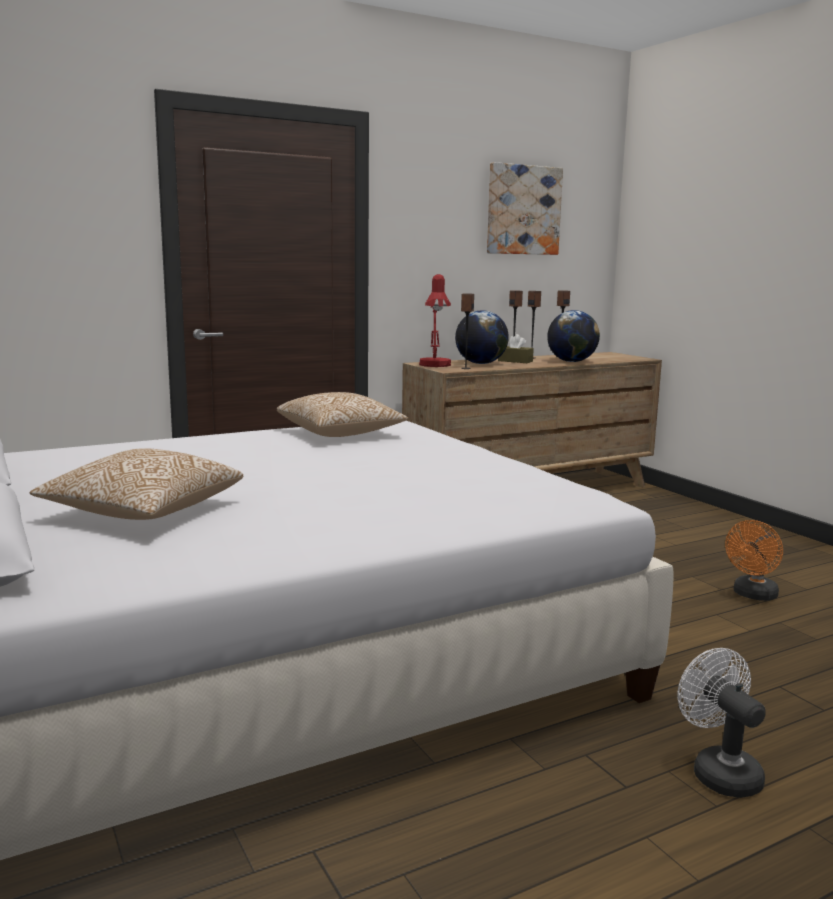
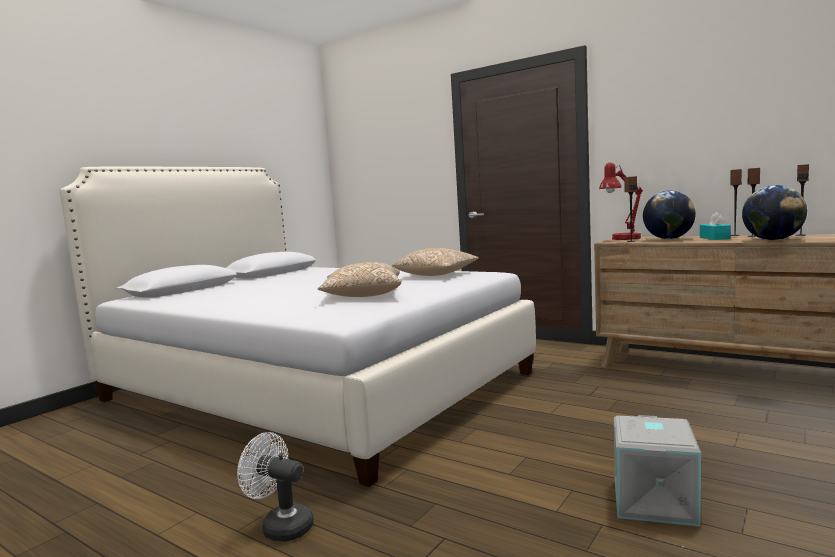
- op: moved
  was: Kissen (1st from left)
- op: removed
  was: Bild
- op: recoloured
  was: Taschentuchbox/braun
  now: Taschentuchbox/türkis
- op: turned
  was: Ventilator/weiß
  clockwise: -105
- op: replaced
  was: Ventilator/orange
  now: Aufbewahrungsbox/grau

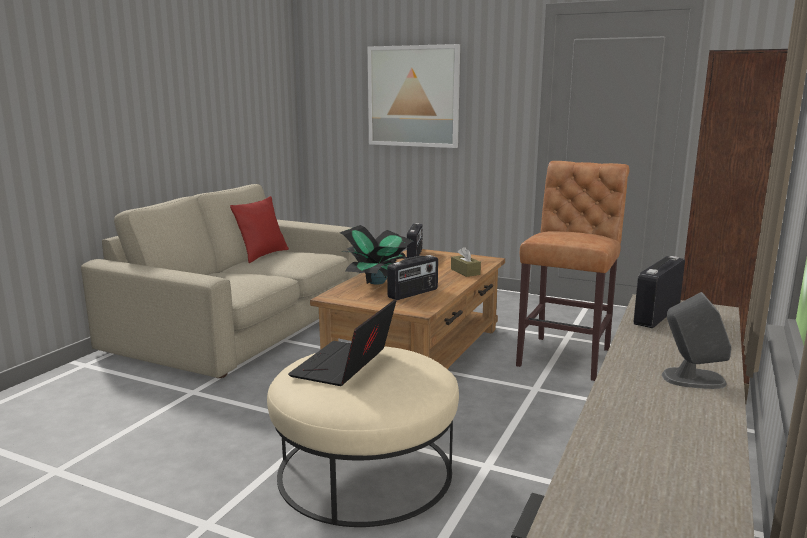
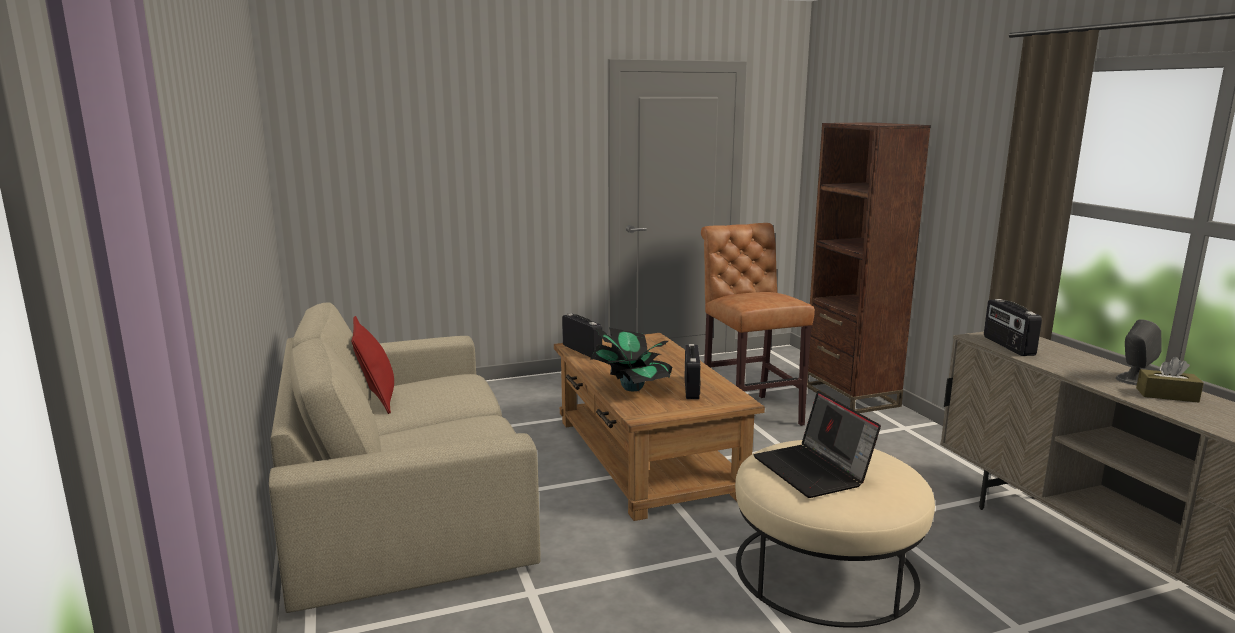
- op: removed
  was: Bild
- op: moved
  was: Taschentuchbox/braun

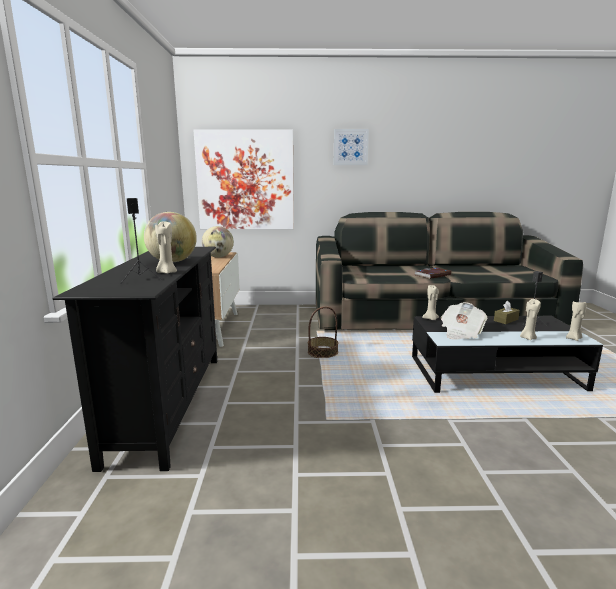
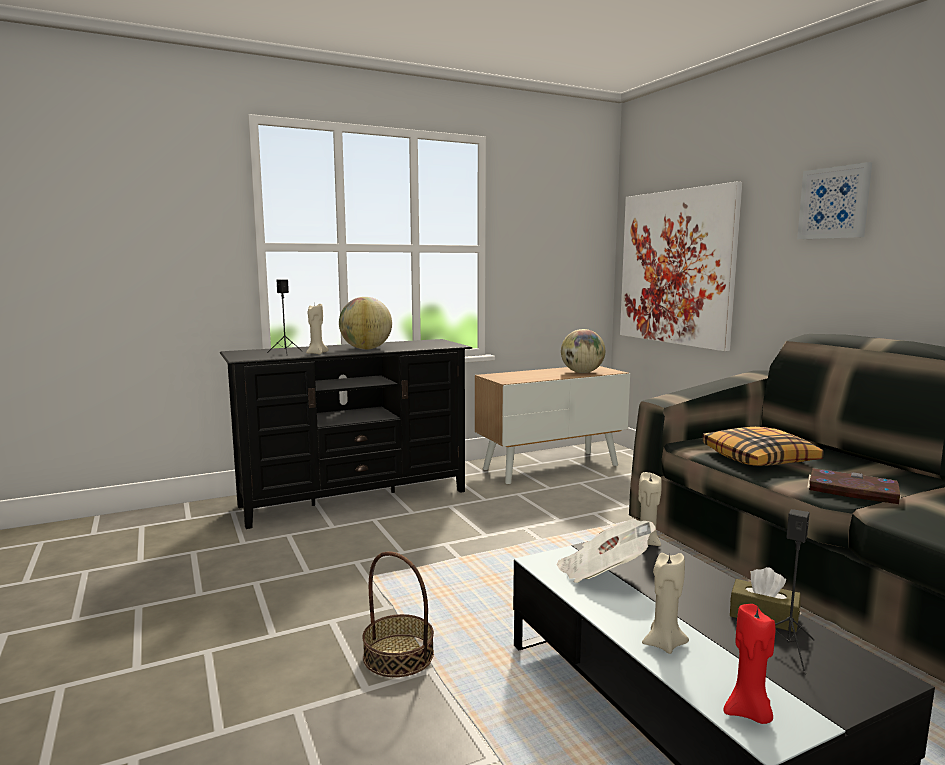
- op: moved
  was: Korb
- op: recoloured
  was: Kerze/beige (4th from left)
  now: Kerze/rot
- op: added
  now: Kissen

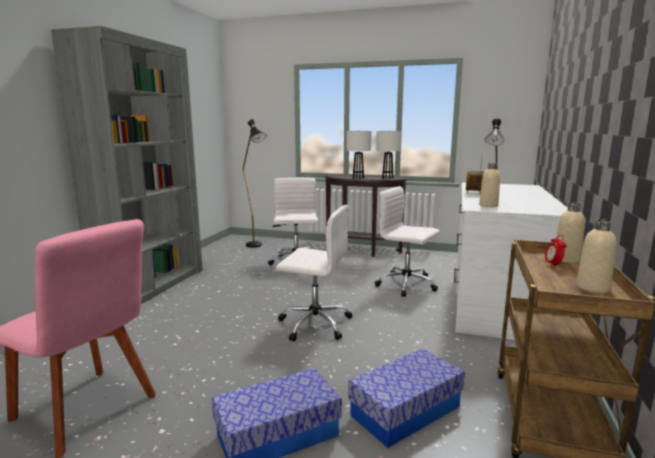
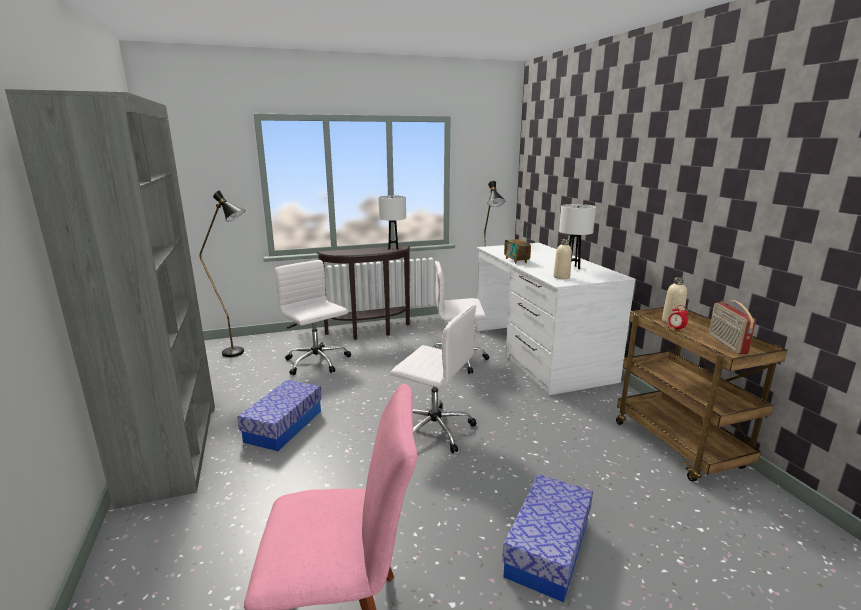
- op: turned
  was: Bürostuhl/weiß (2nd from left)
  clockwise: 45
- op: moved
  was: Tischlampe/weiß (1st from left in the first image)
  now: Tischlampe/weiß (2nd from left)
- op: moved
  was: Aufbewahrungsbox (2nd from left in the first image)
  now: Aufbewahrungsbox (1st from left)
- op: replaced
  was: Flasche/beige (3rd from left)
  now: Radio (2nd from left)

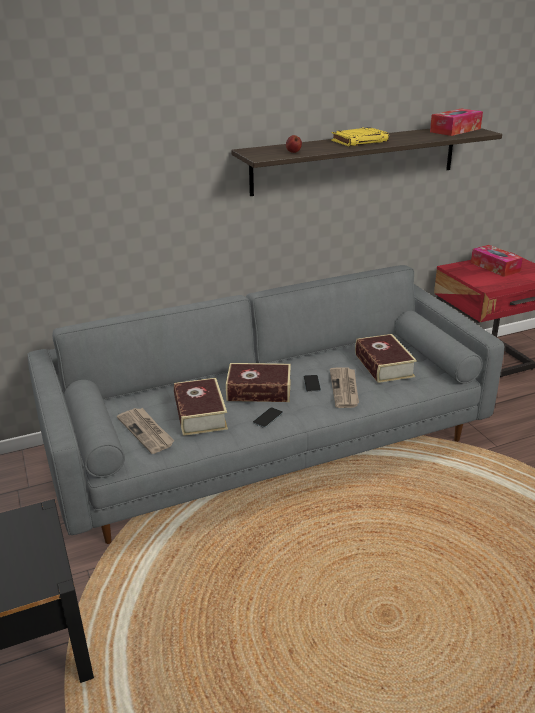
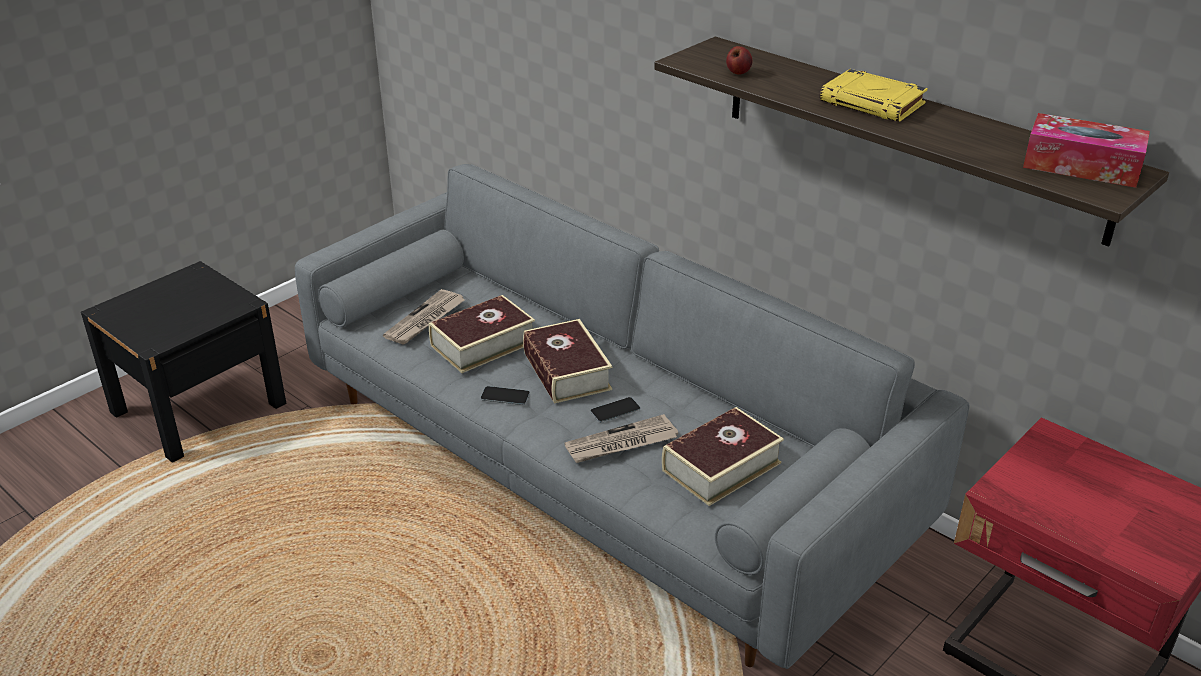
- op: removed
  was: Taschentuchbox (2nd from left)

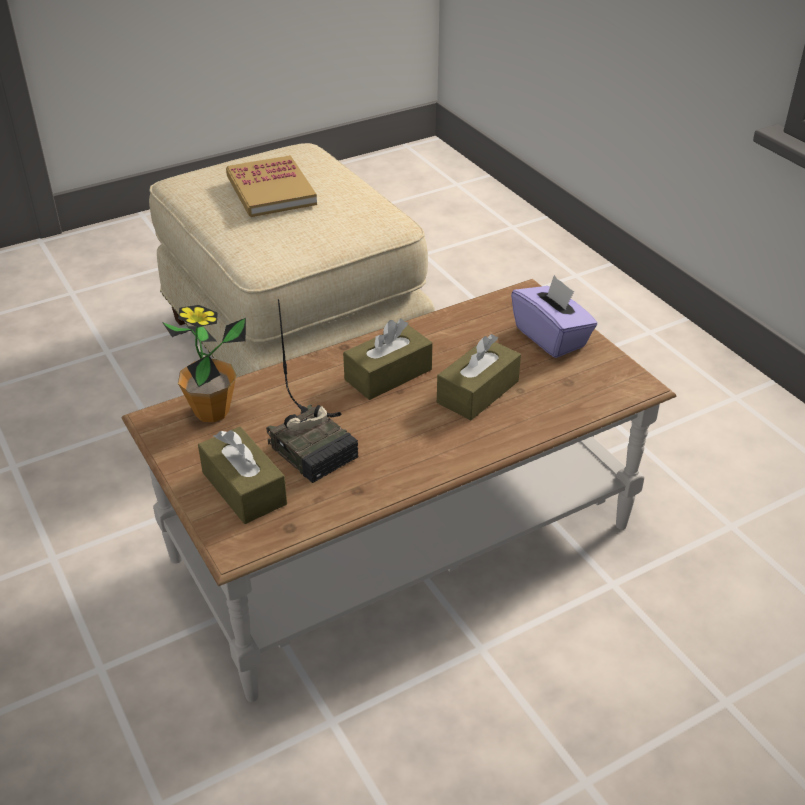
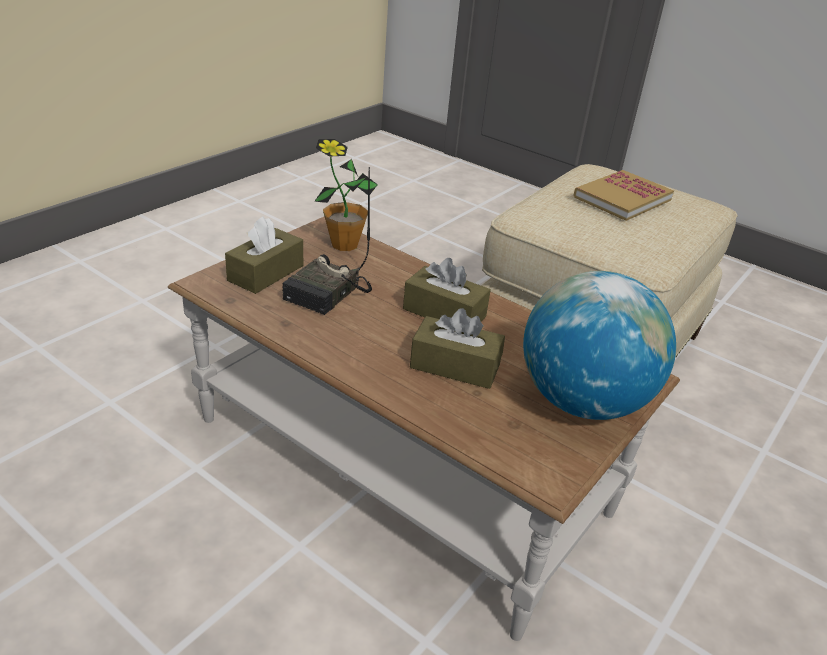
- op: replaced
  was: Taschentuchbox/lila
  now: Globus

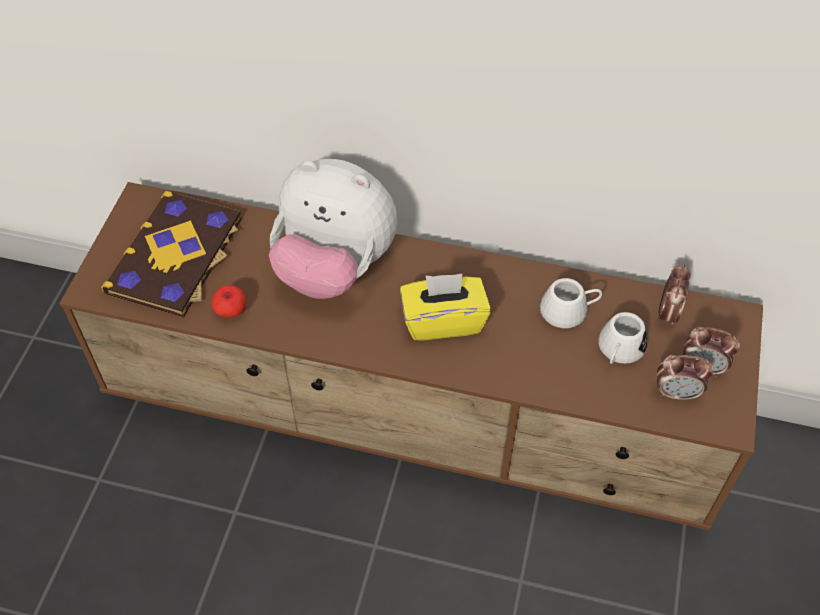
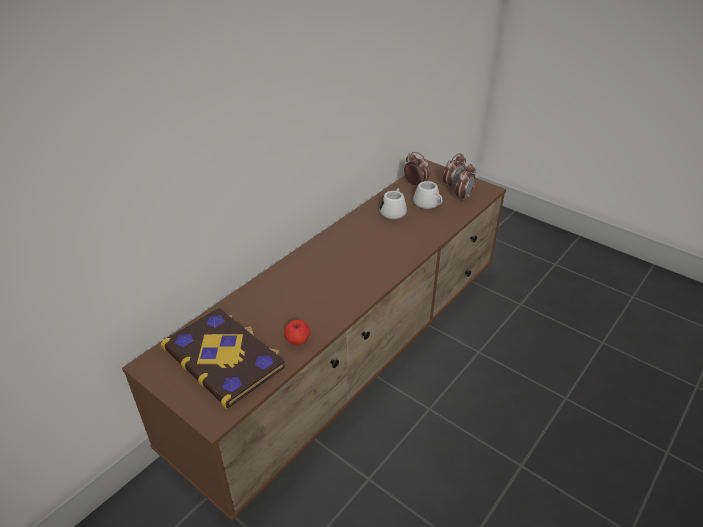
- op: removed
  was: Plüschtier
- op: removed
  was: Taschentuchbox/gelb

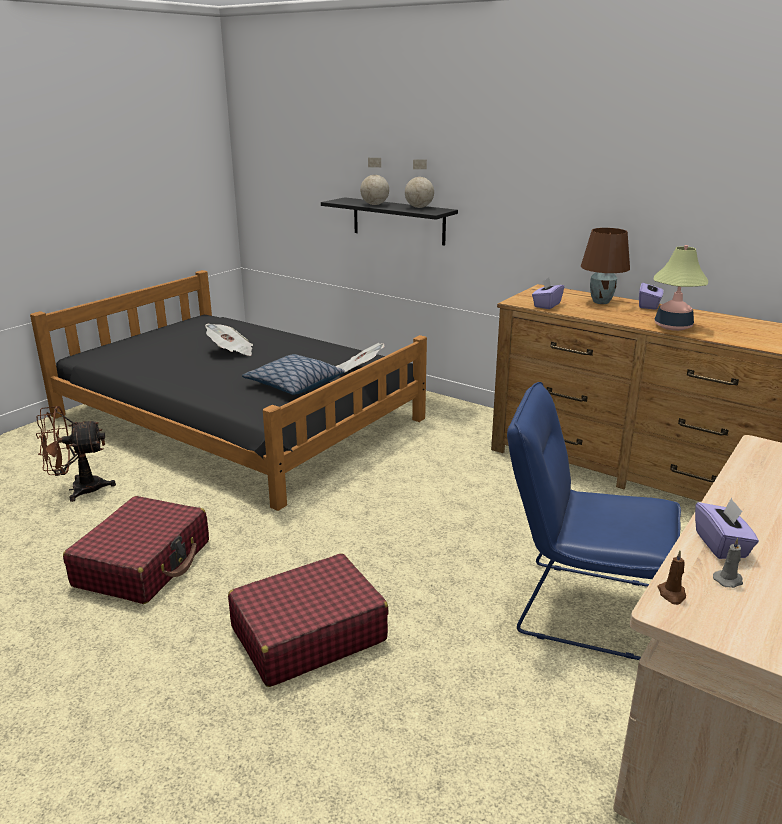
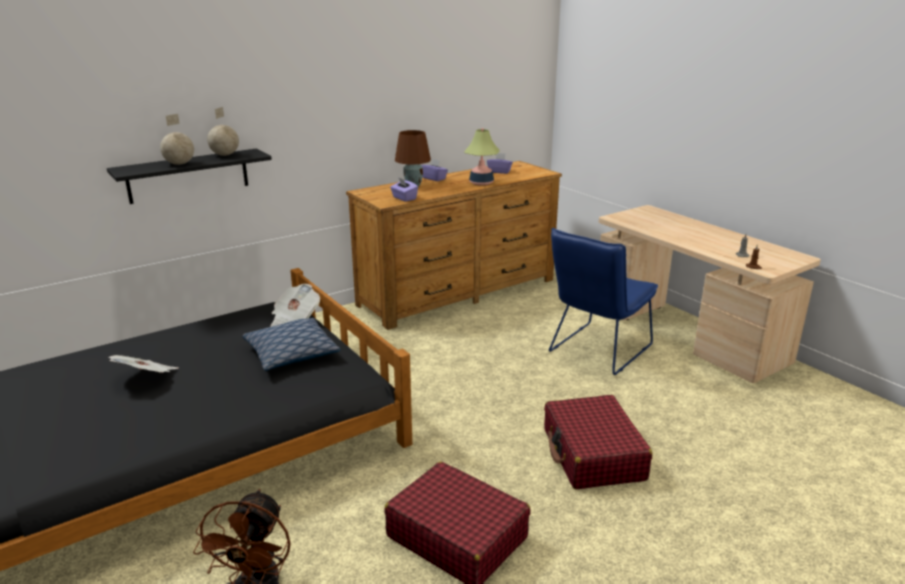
- op: moved
  was: Taschentuchbox/lila (3rd from left)

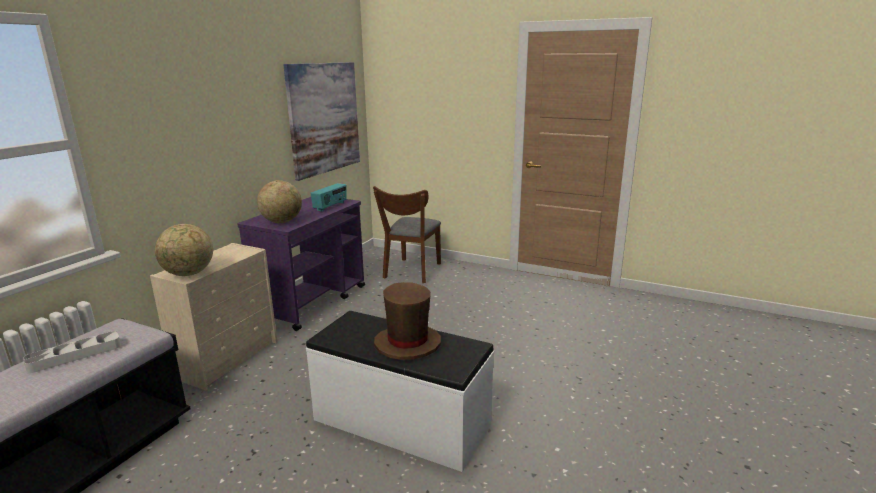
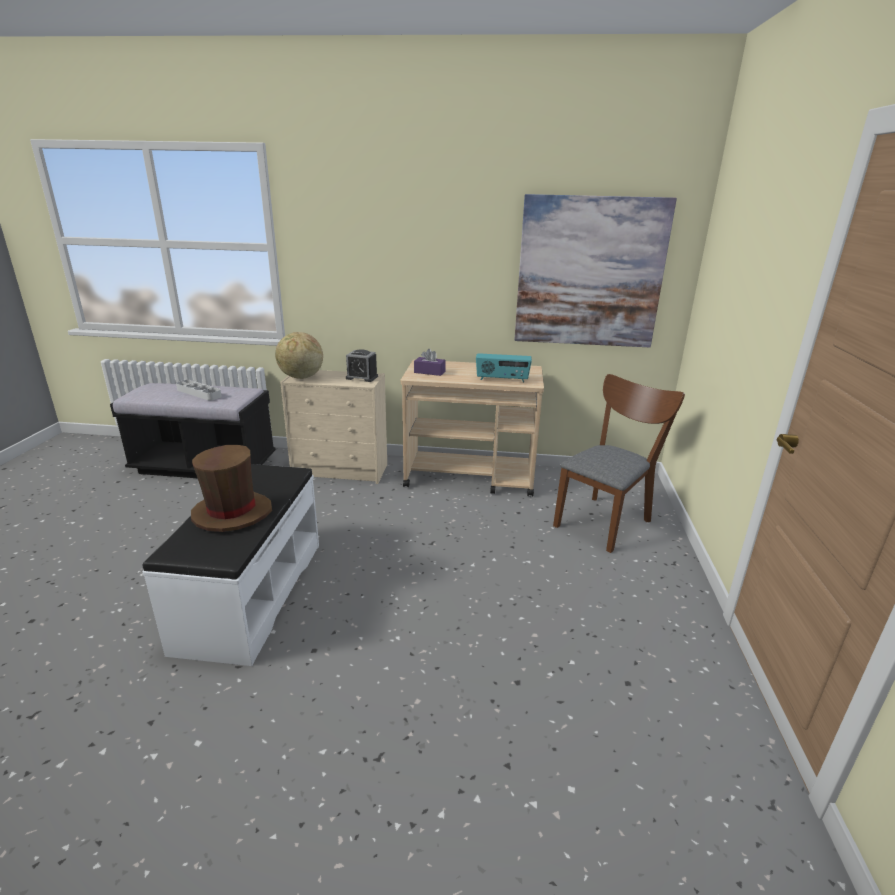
- op: recoloured
  was: Rollwagen/lila
  now: Rollwagen/beige
- op: replaced
  was: Globus (2nd from left)
  now: Taschentuchbox/lila
- op: turned
  was: Stuhl/braun
  clockwise: 135
- op: added
  now: Wecker

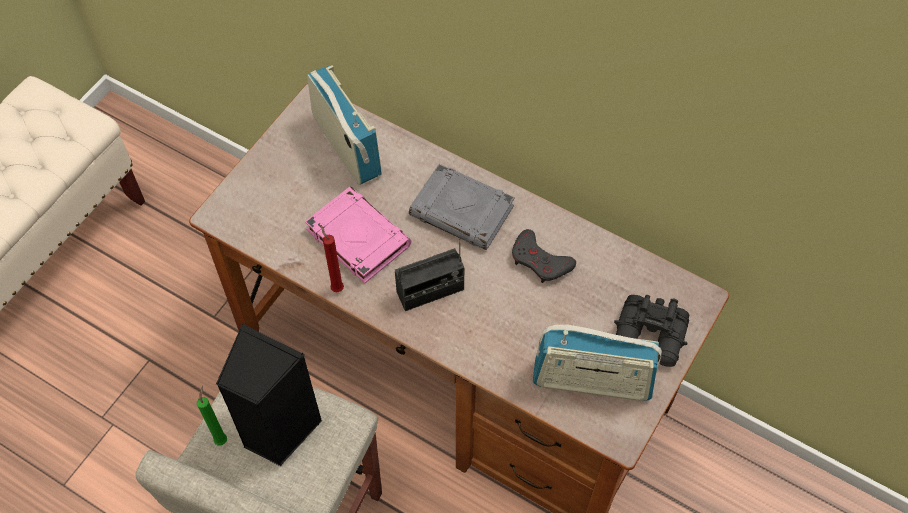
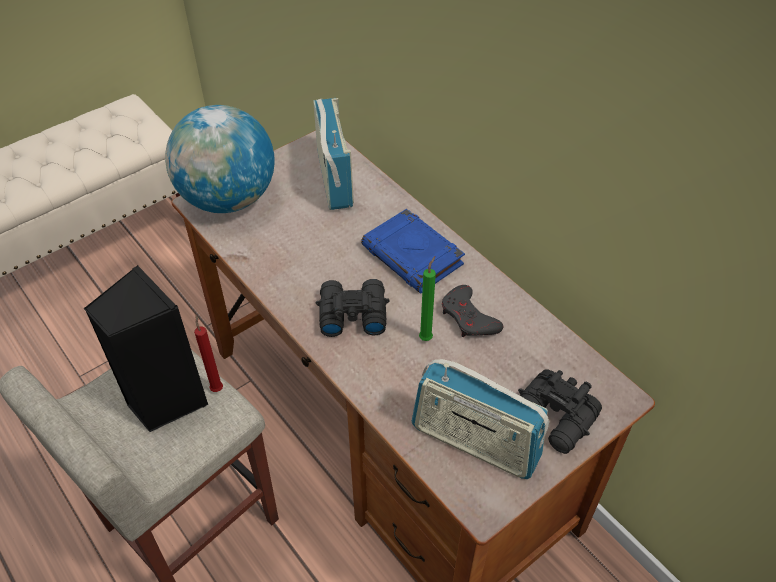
- op: moved
  was: Kerze/grün
- op: removed
  was: Buch/rosa
- op: moved
  was: Kerze/rot
- op: replaced
  was: Radio (2nd from left)
  now: Fernglas/schwarz (1st from left)
- op: recoloured
  was: Buch/grau
  now: Buch/blau
- op: added
  now: Globus

